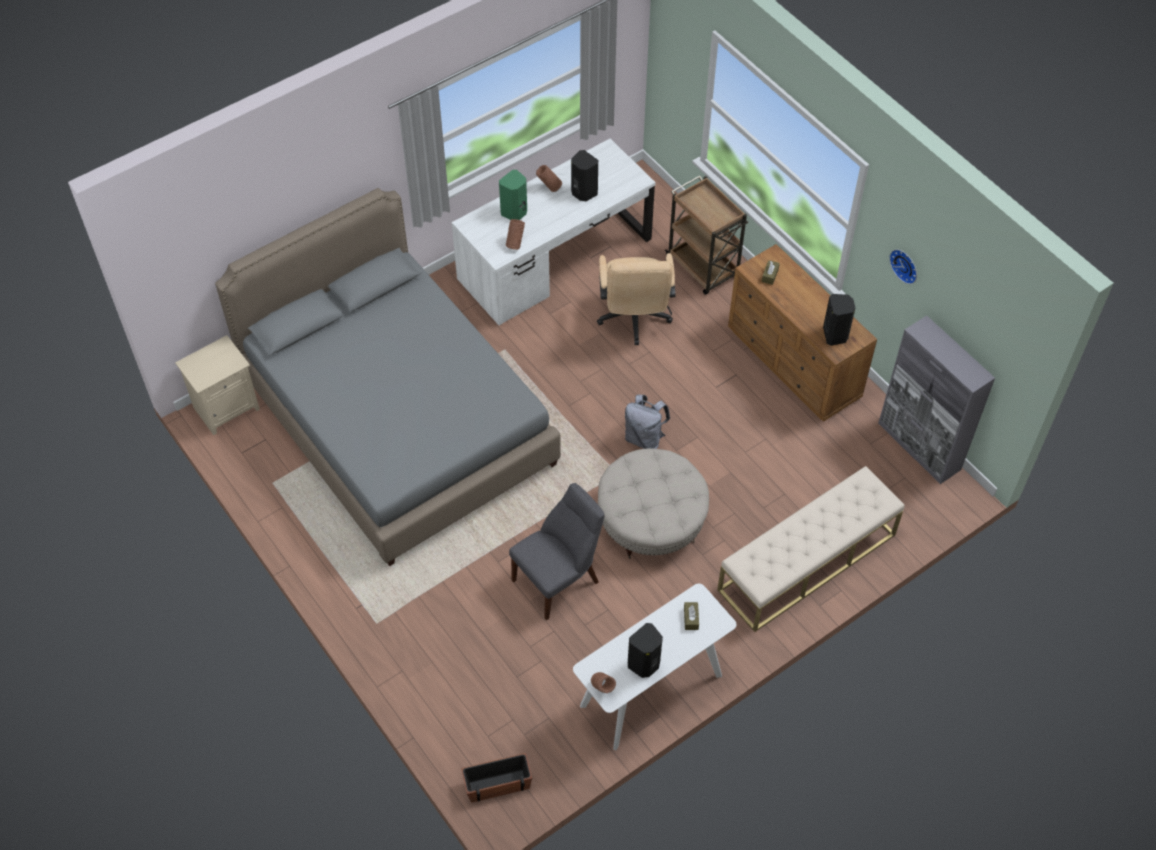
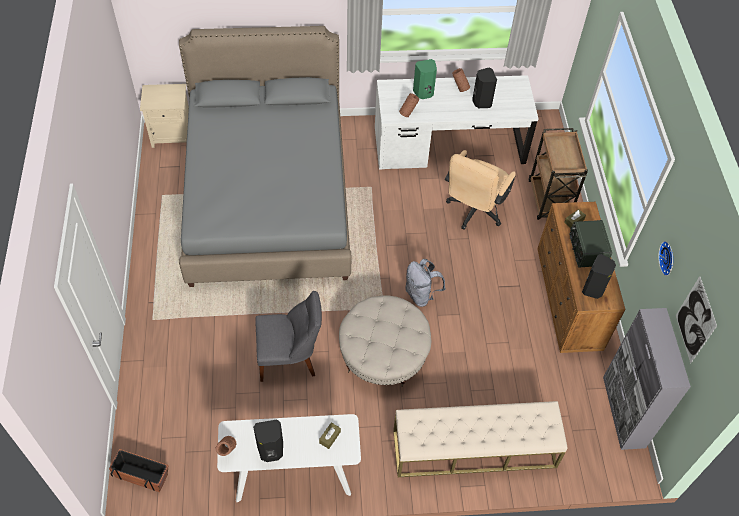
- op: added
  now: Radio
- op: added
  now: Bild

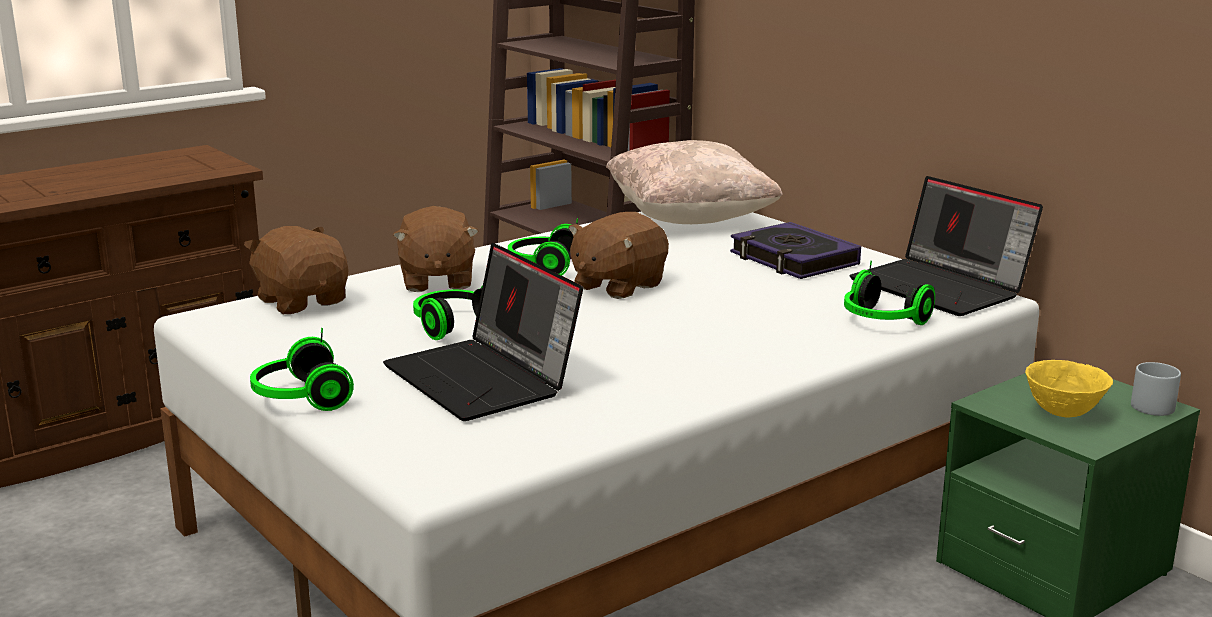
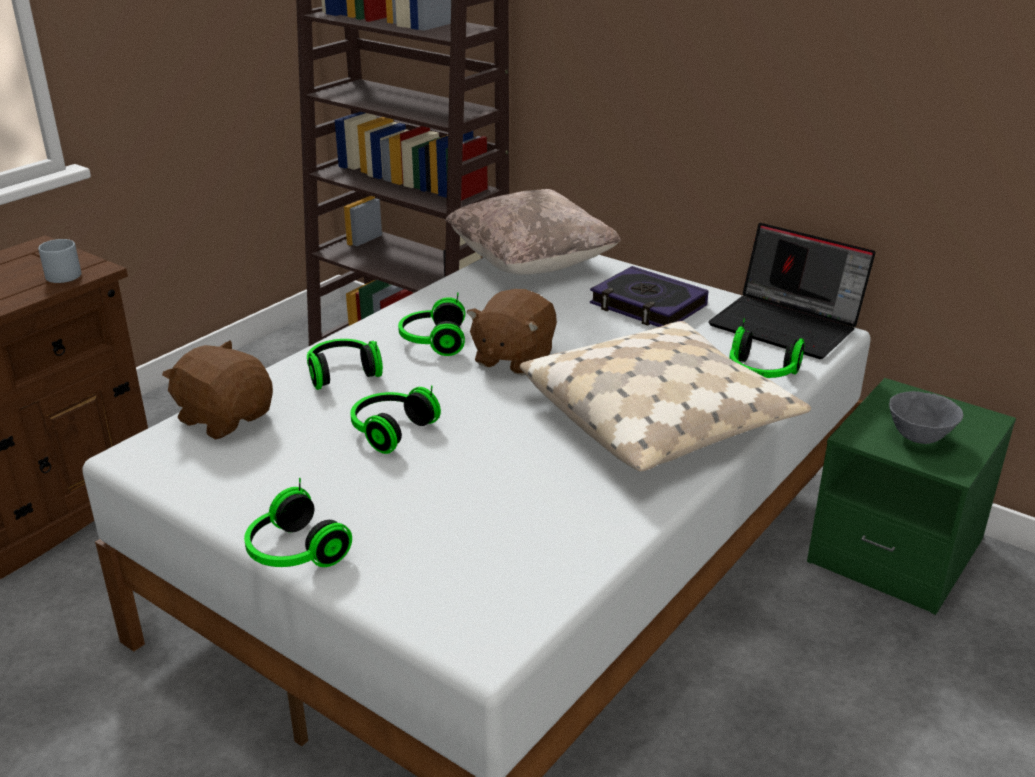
- op: removed
  was: Laptop (1st from left)
- op: replaced
  was: Plüschtier/braun (2nd from left)
  now: Kopfhörer (2nd from left)
- op: recoloured
  was: Schüssel/gelb
  now: Schüssel/grau
- op: moved
  was: Henkelbecher/grau
- op: added
  now: Kissen/beige (2nd from left)

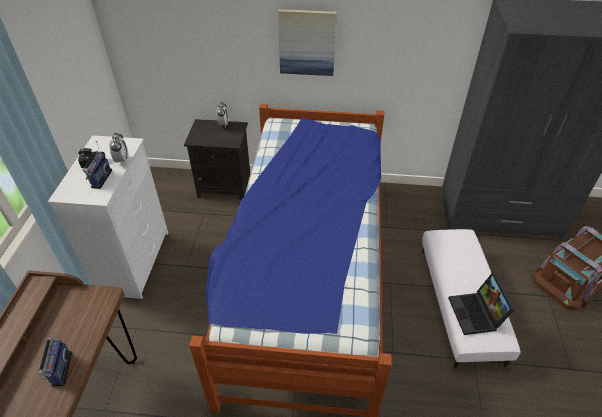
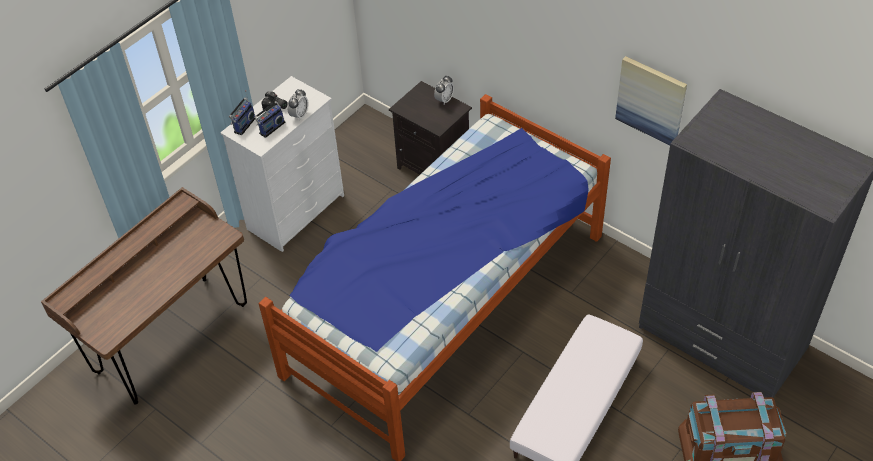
- op: moved
  was: Radio (1st from left)
- op: moved
  was: Bild
- op: removed
  was: Laptop

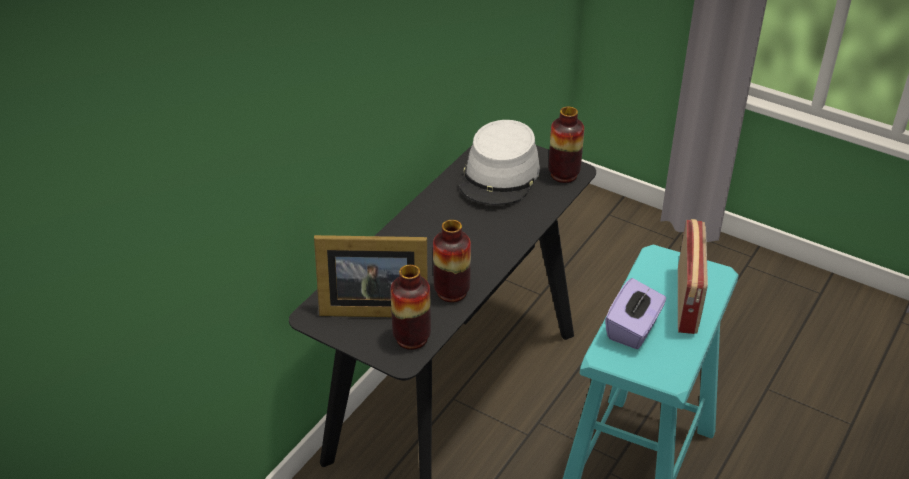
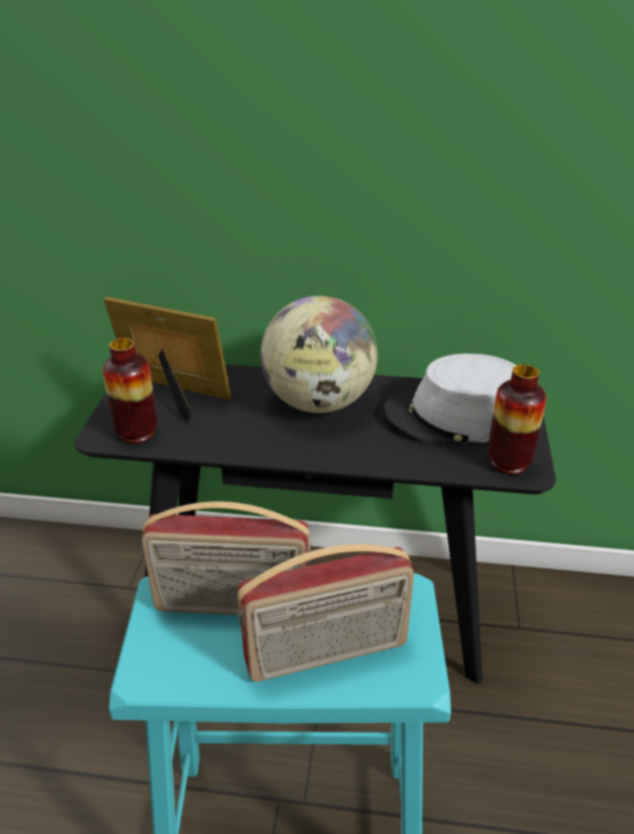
- op: turned
  was: Bilderrahmen
  clockwise: 135
- op: removed
  was: Vase (2nd from left)
- op: replaced
  was: Taschentuchbox/lila
  now: Radio (1st from left)
- op: added
  now: Globus

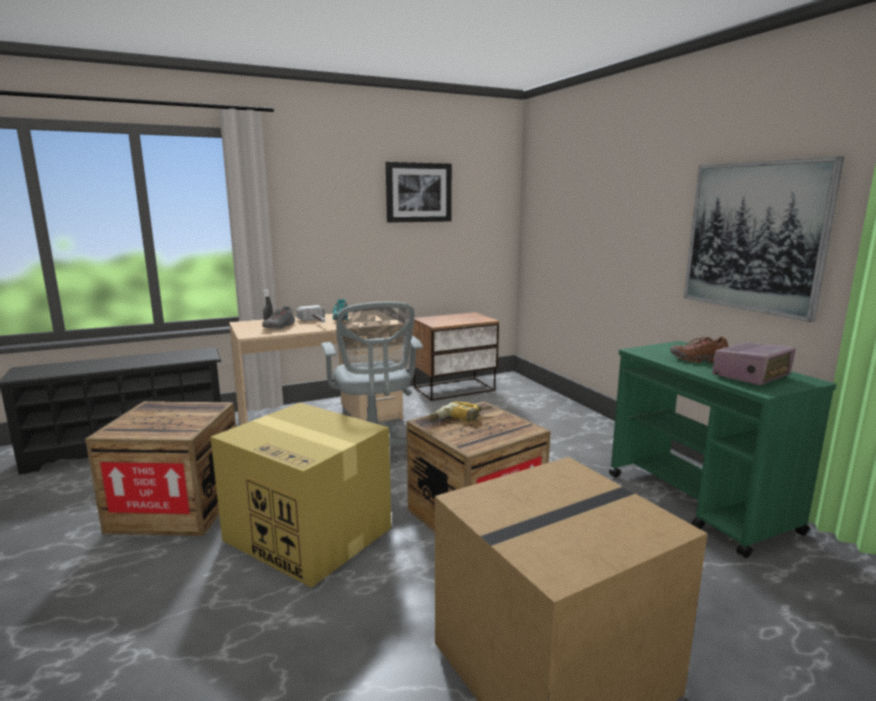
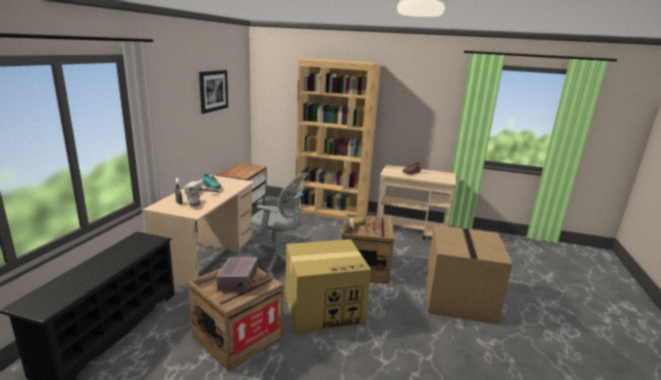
- op: recoloured
  was: Rollwagen/grün
  now: Rollwagen/beige
- op: removed
  was: Bild (2nd from left)
- op: moved
  was: Radio
- op: added
  now: Bücherregal/braun

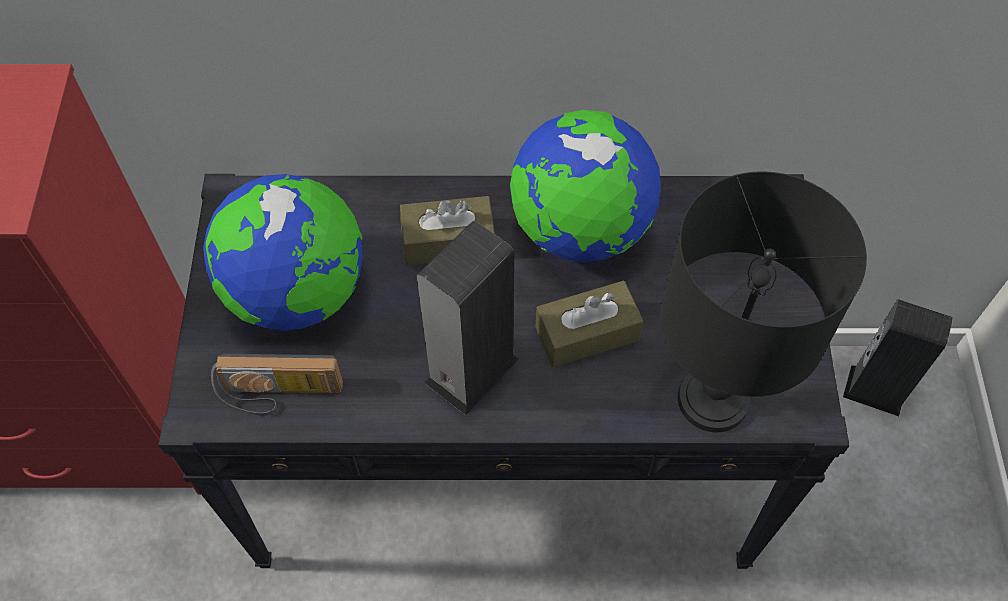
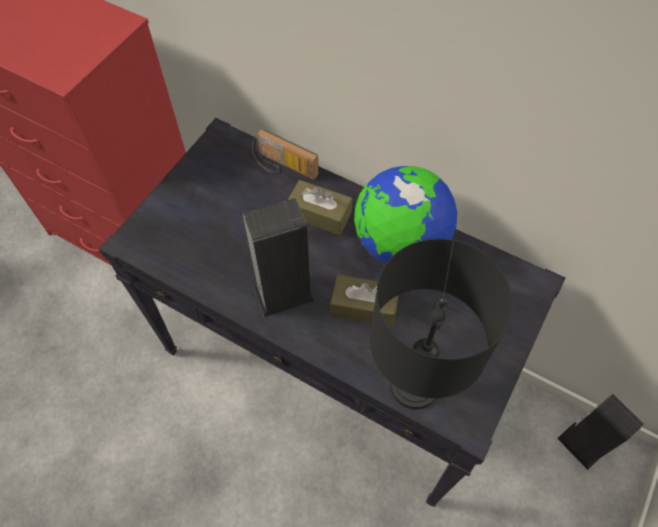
- op: removed
  was: Globus (1st from left)
- op: moved
  was: Radio

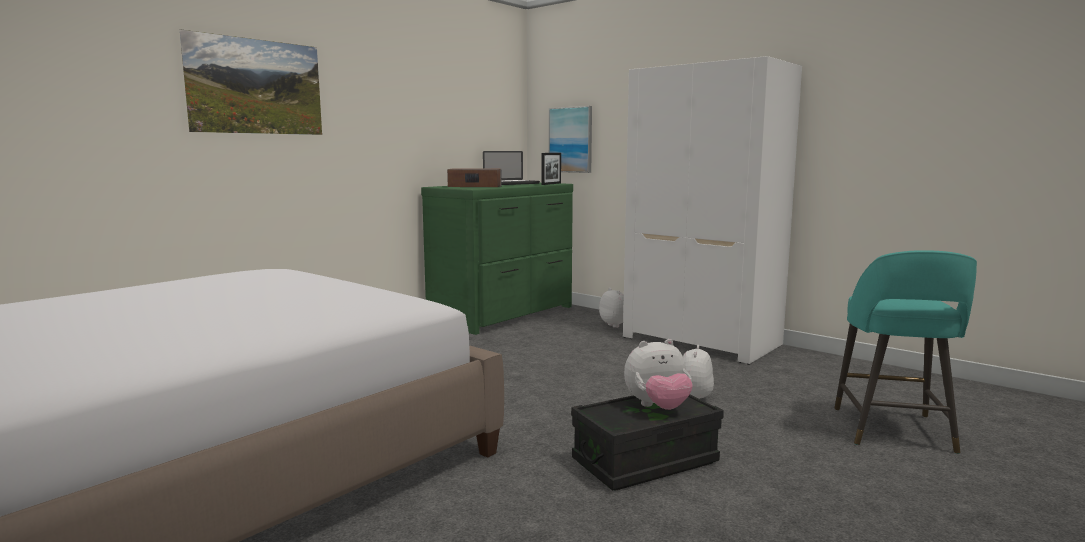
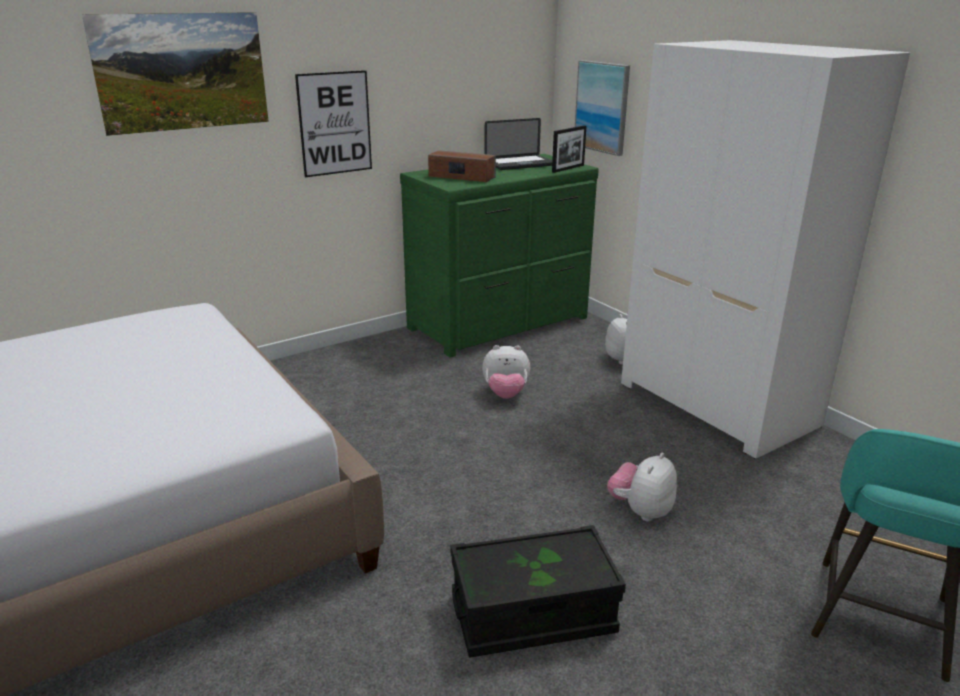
- op: moved
  was: Plüschtier (2nd from left in the first image)
  now: Plüschtier (1st from left)
- op: added
  now: Bild (2nd from left)

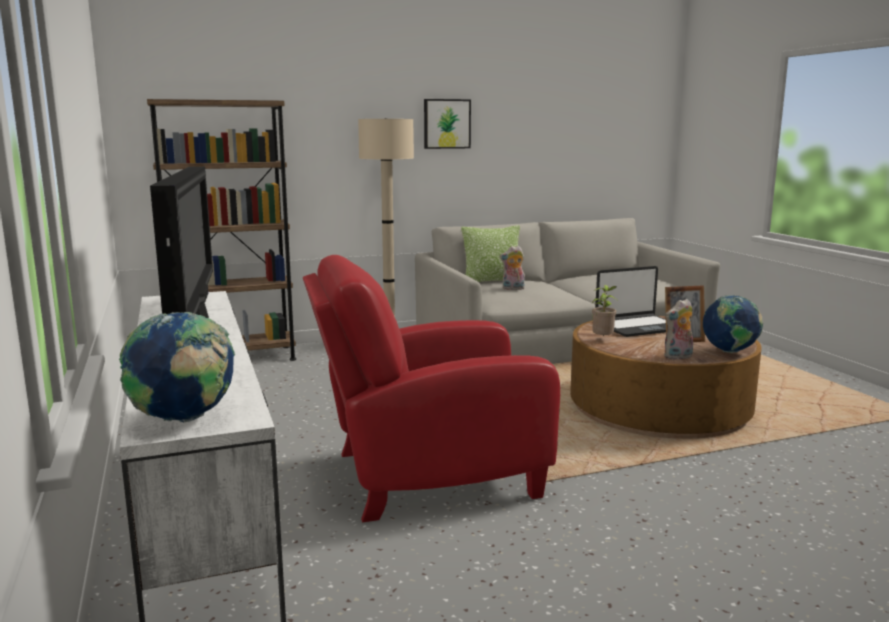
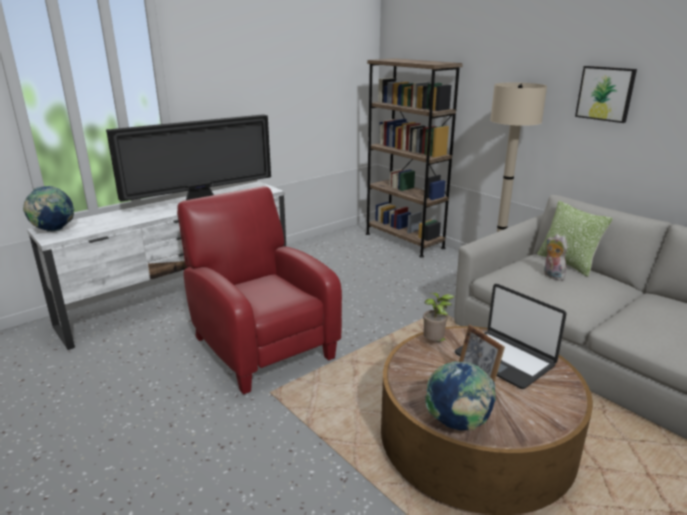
- op: removed
  was: Plüschtier (2nd from left)

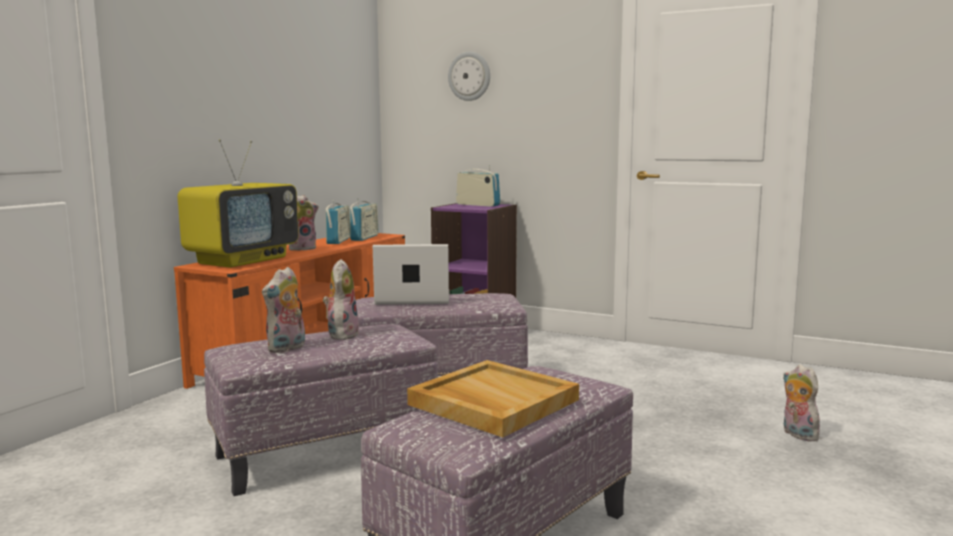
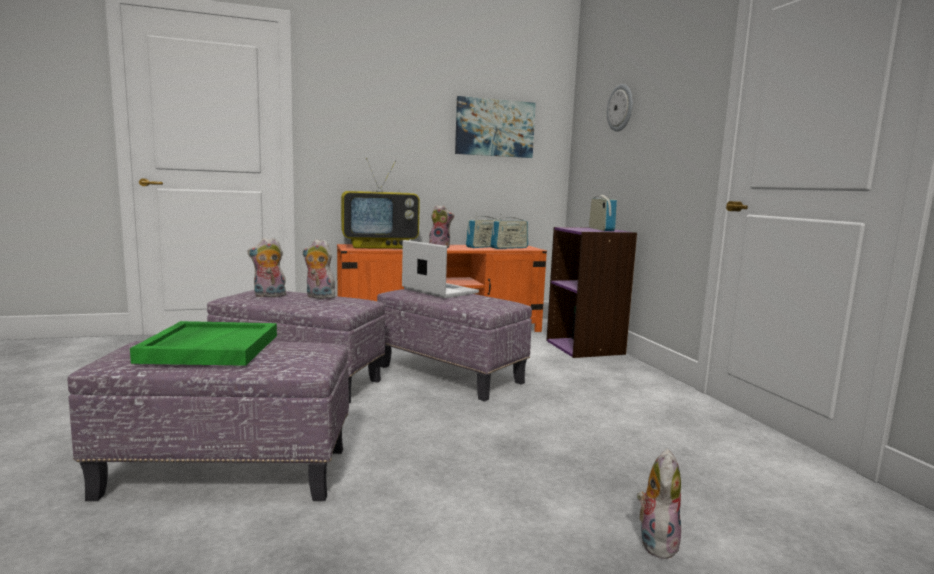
- op: turned
  was: Plüschtier (3rd from left in the first image)
  clockwise: -120
- op: recoloured
  was: Tablett/beige
  now: Tablett/grün
- op: added
  now: Bild

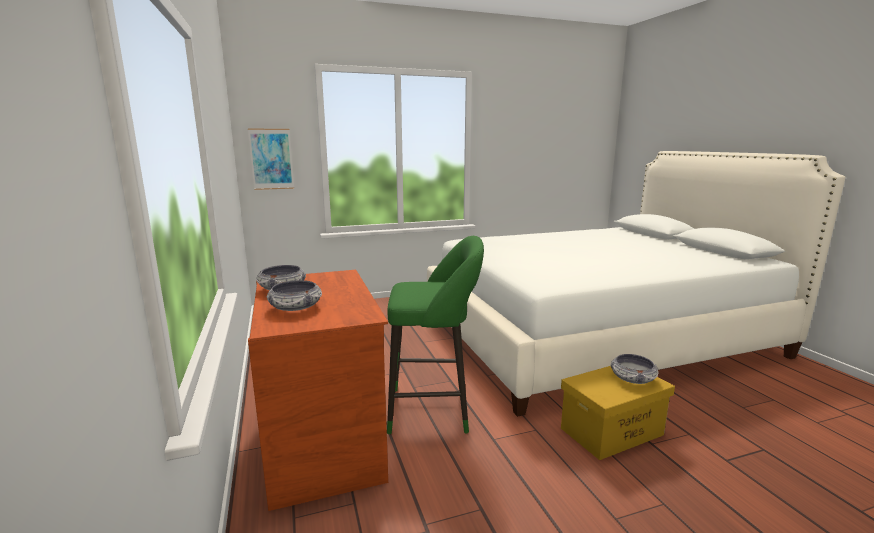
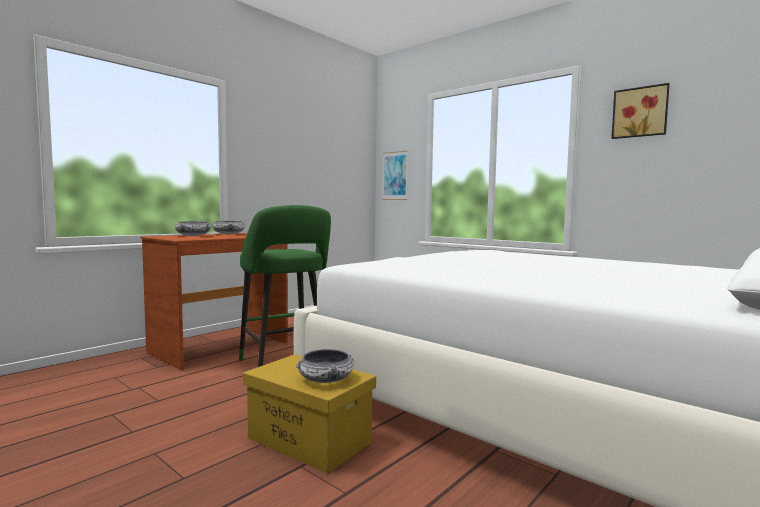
- op: added
  now: Bild (2nd from left)

